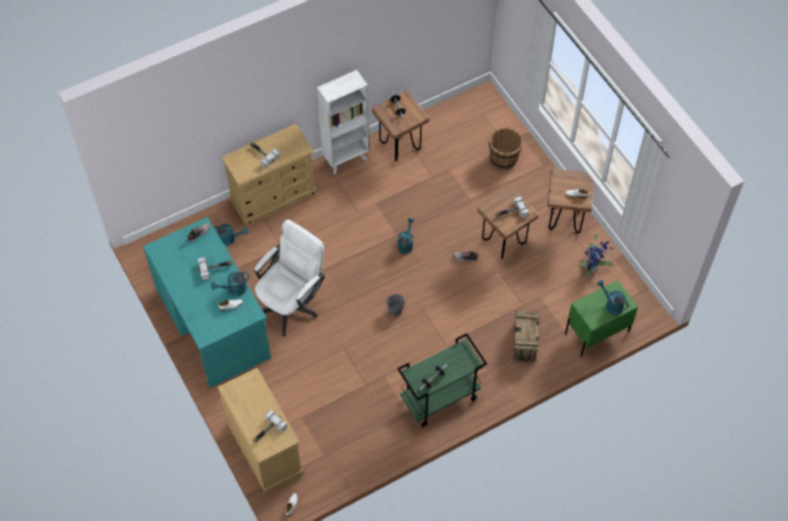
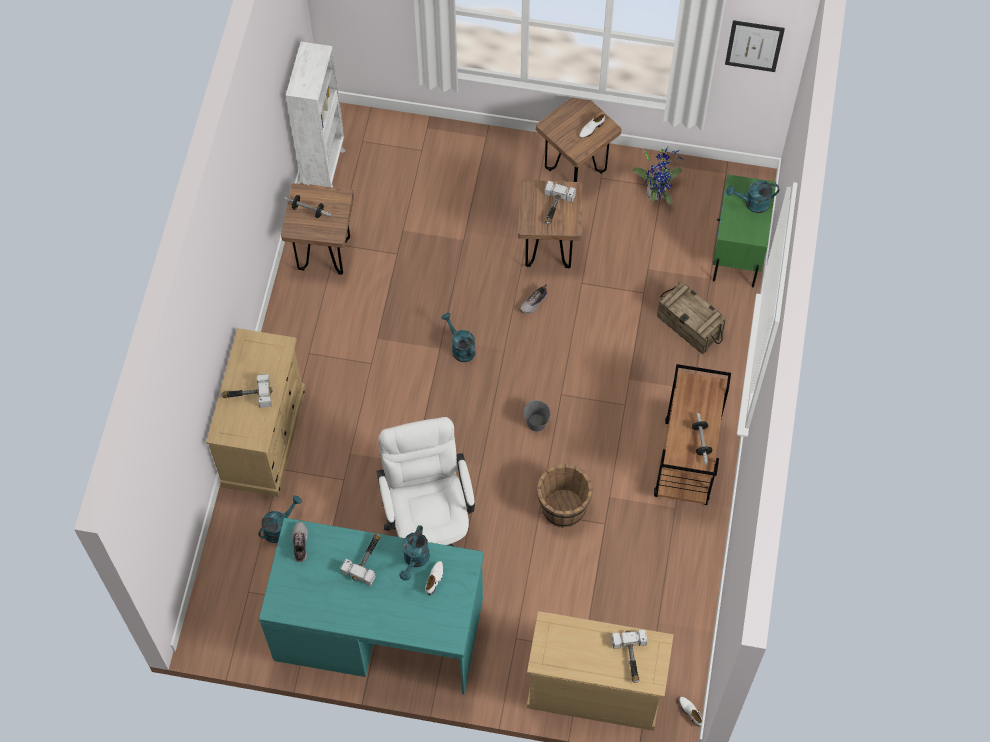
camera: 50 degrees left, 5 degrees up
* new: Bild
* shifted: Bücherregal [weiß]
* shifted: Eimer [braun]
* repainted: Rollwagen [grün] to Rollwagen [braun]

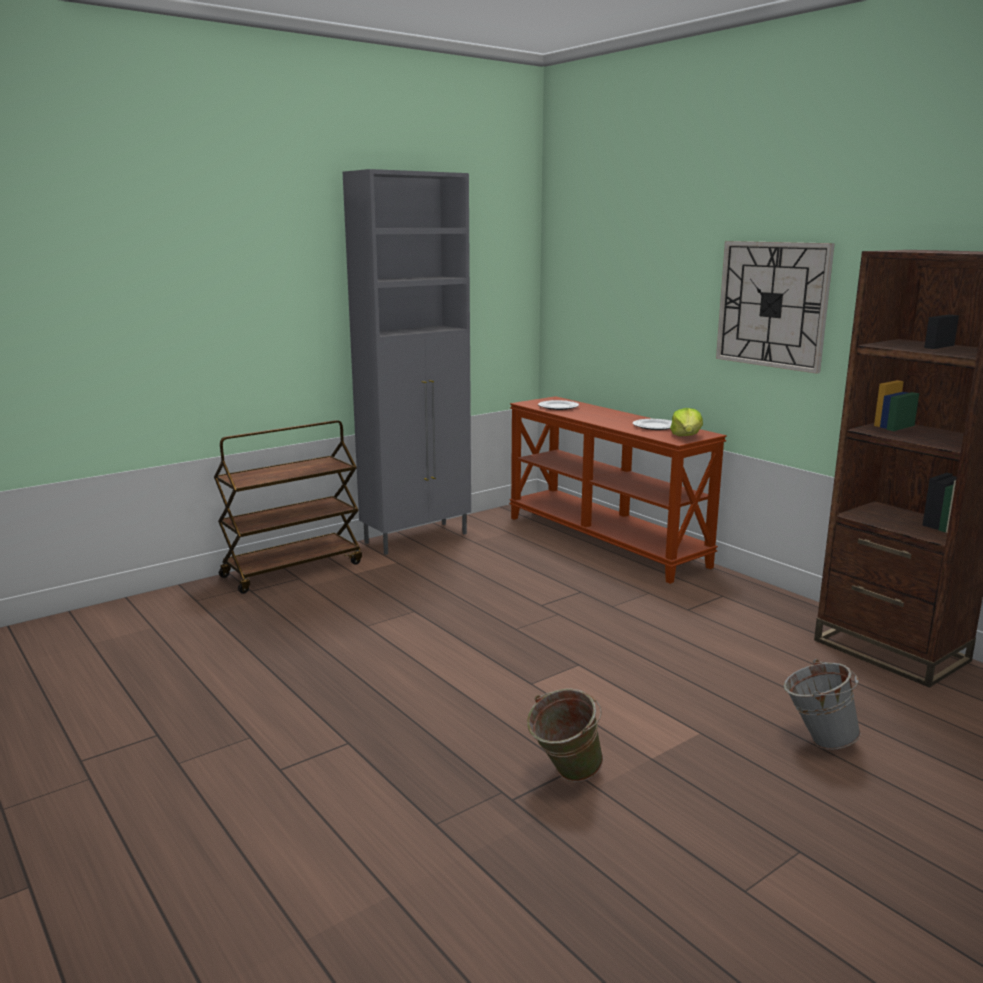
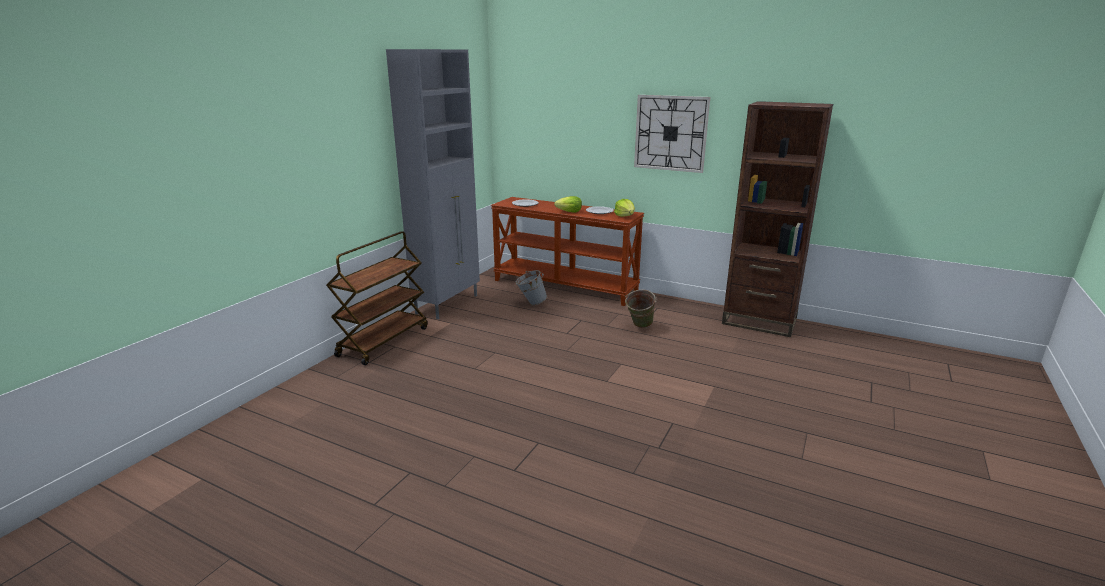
camera: 25 degrees left, 5 degrees up
* new: Salatkopf (no. 1 from left)
* shifted: Eimer [grün]
* shifted: Eimer [grau]

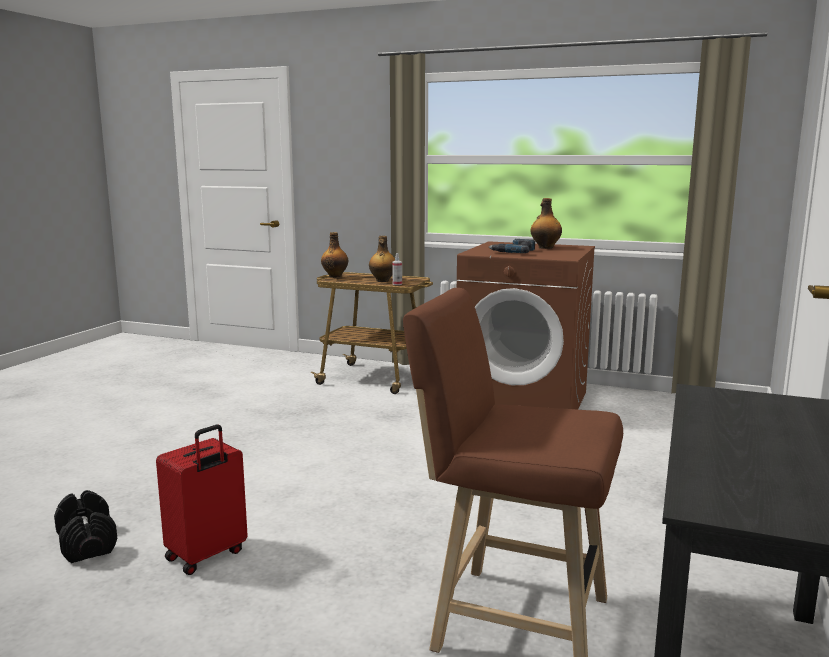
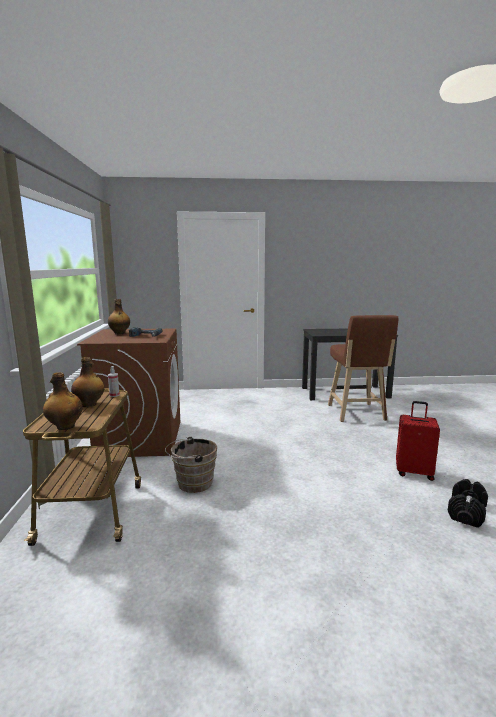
camera: 115 degrees left, 0 degrees up
* new: Eimer [braun]

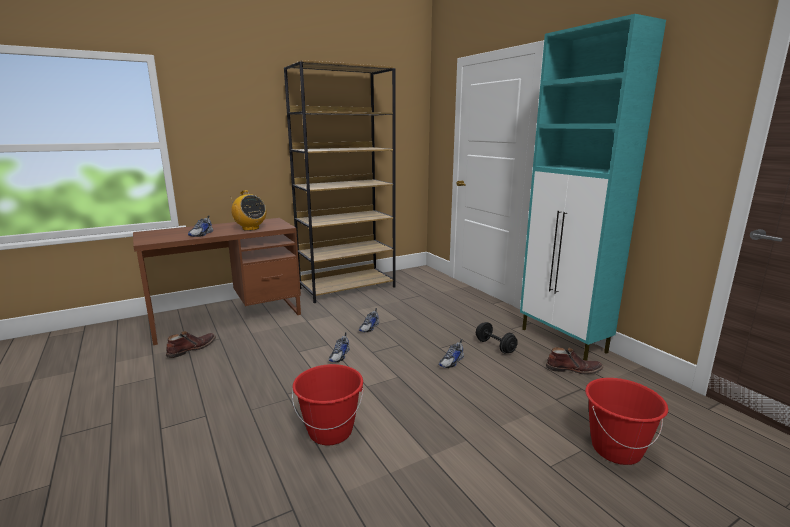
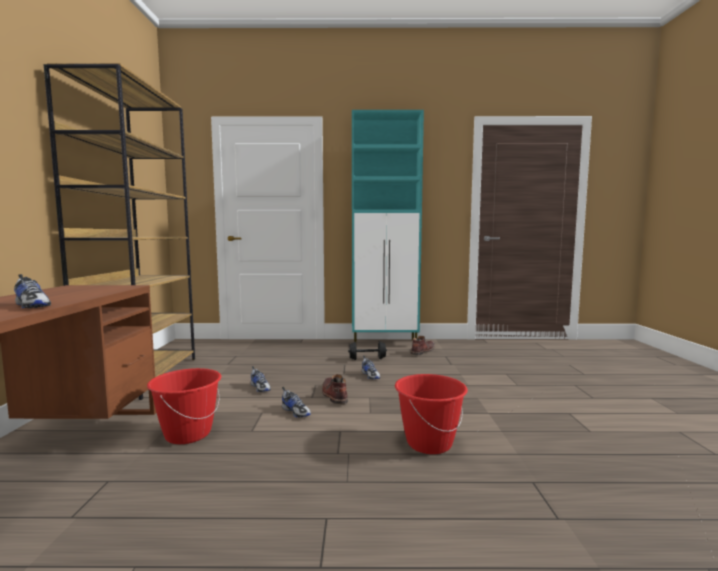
camera: 60 degrees left, 10 degrees down
* gone: Radio
* shifted: Stiefel [braun] (no. 1 from left)
* shifted: Eimer [rot] (no. 2 from left in the first image) to Eimer [rot] (no. 1 from left)

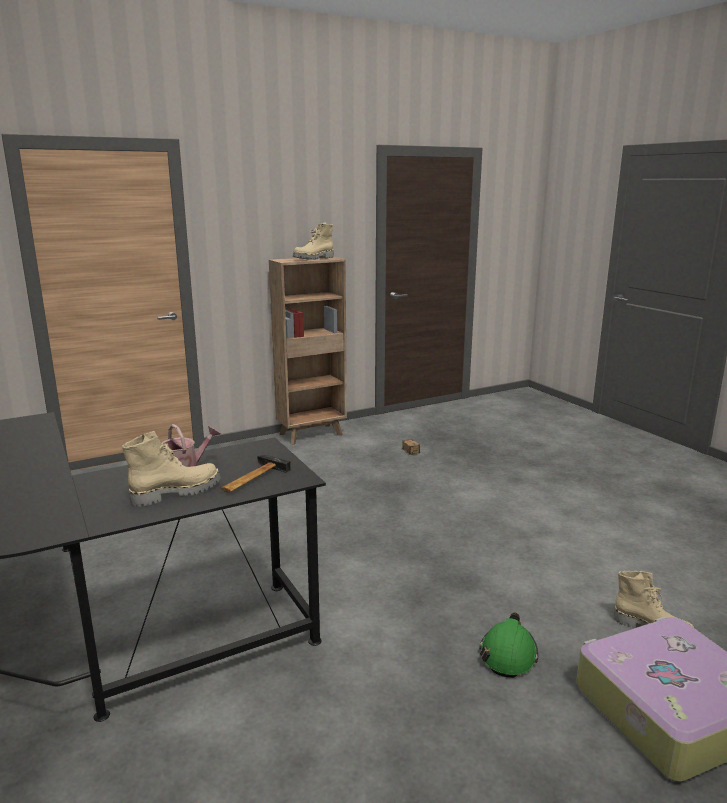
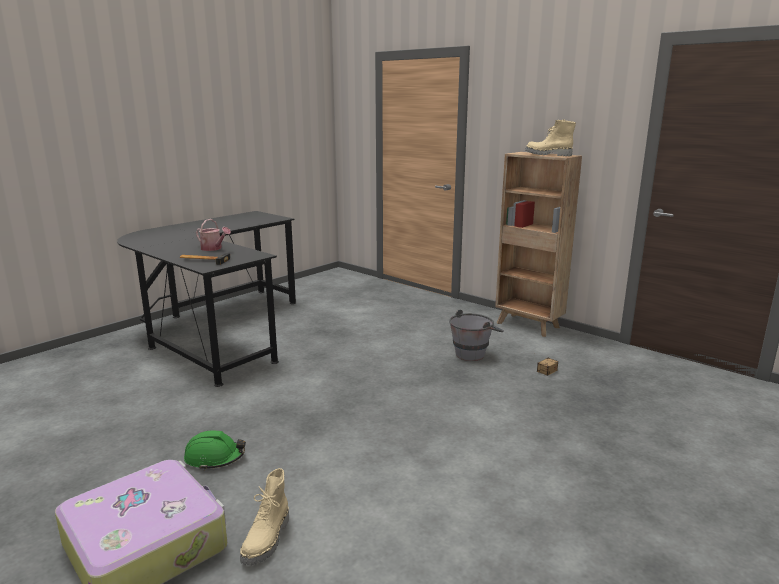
camera: 70 degrees right, 0 degrees up
* gone: Stiefel [beige] (no. 1 from left)
* new: Eimer [grau]

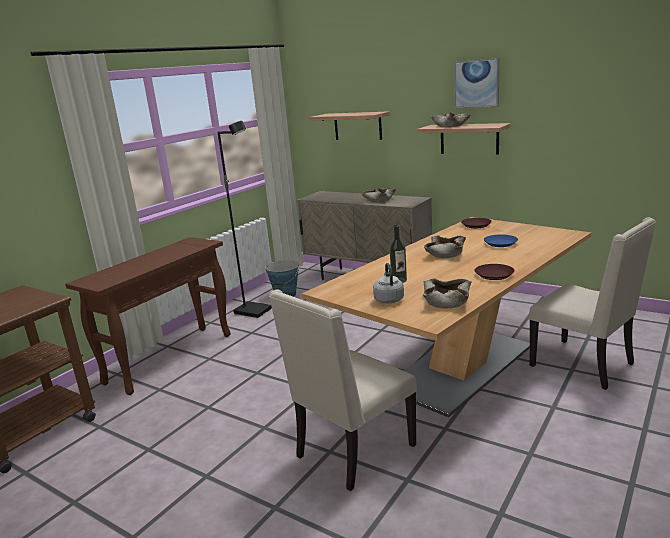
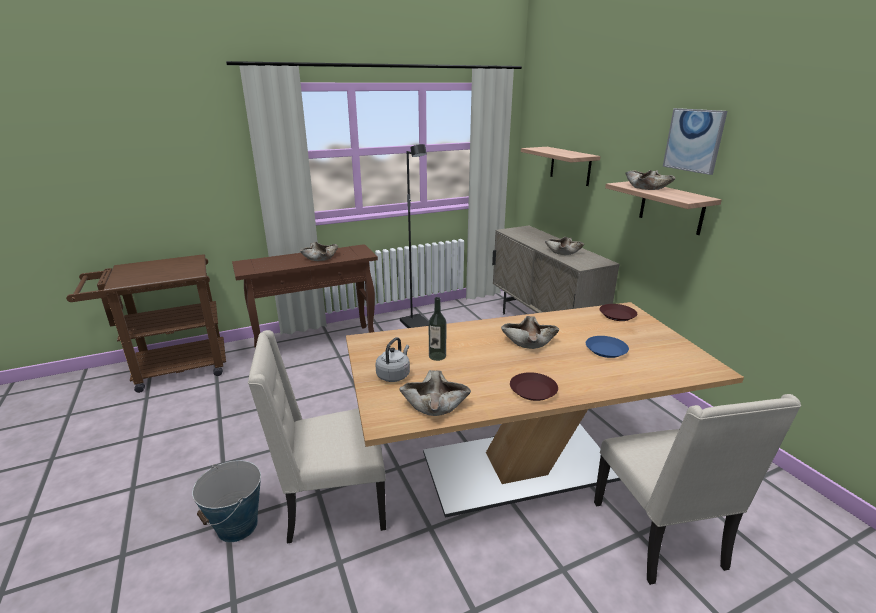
camera: 30 degrees right, 5 degrees up
* new: Schüssel [beige] (no. 1 from left)
* shifted: Eimer

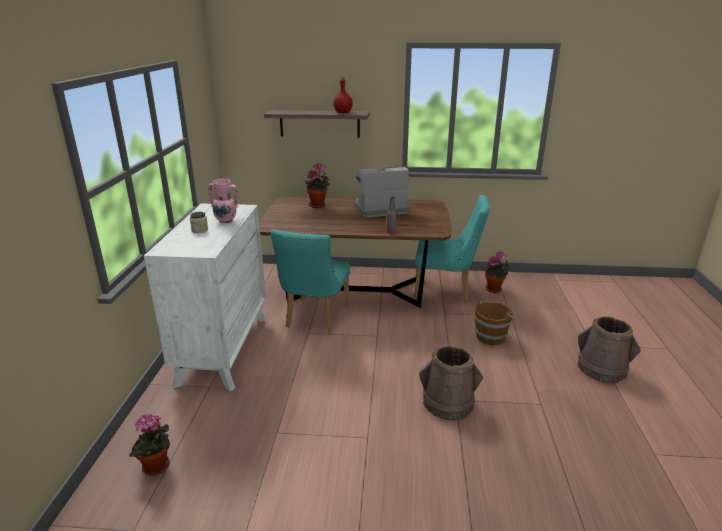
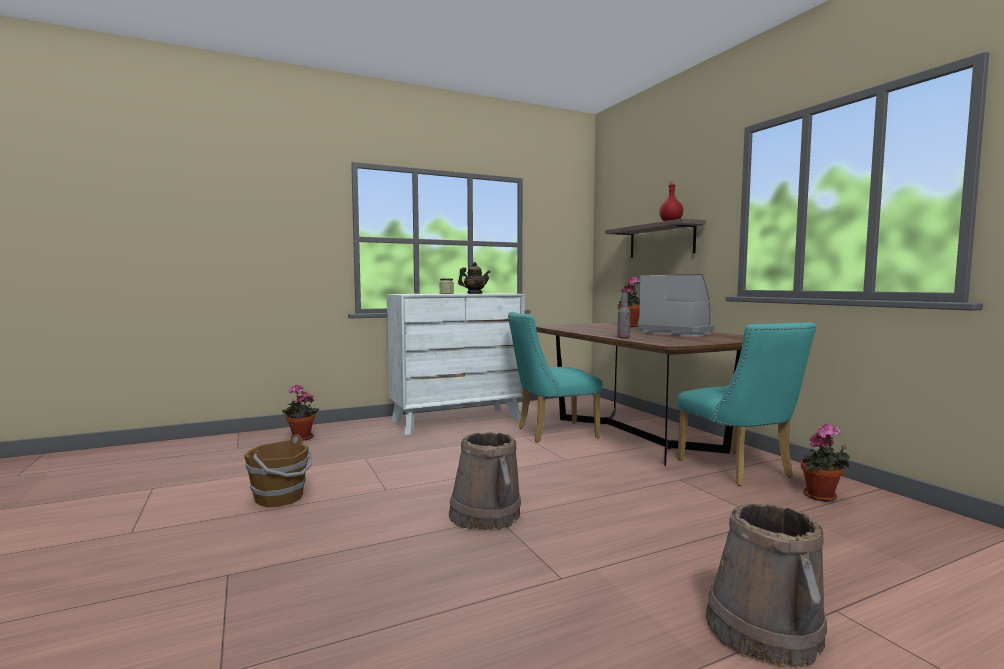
camera: 60 degrees right, 20 degrees down
* shifted: Eimer [braun] (no. 2 from left in the first image) to Eimer [braun] (no. 1 from left)
* swapped: Vase [rosa] to Teekanne

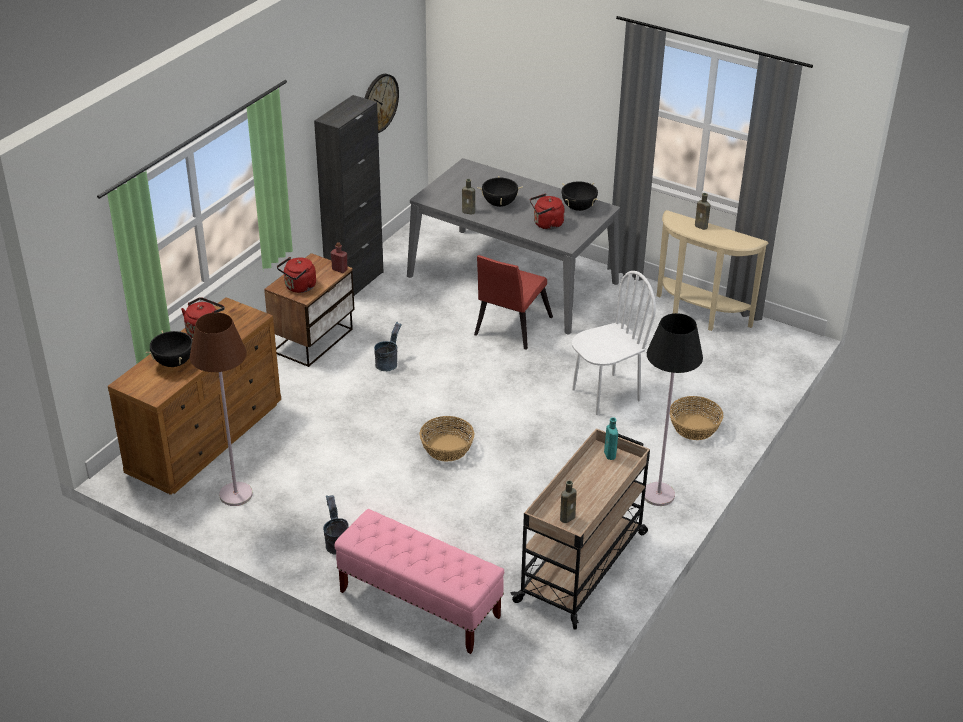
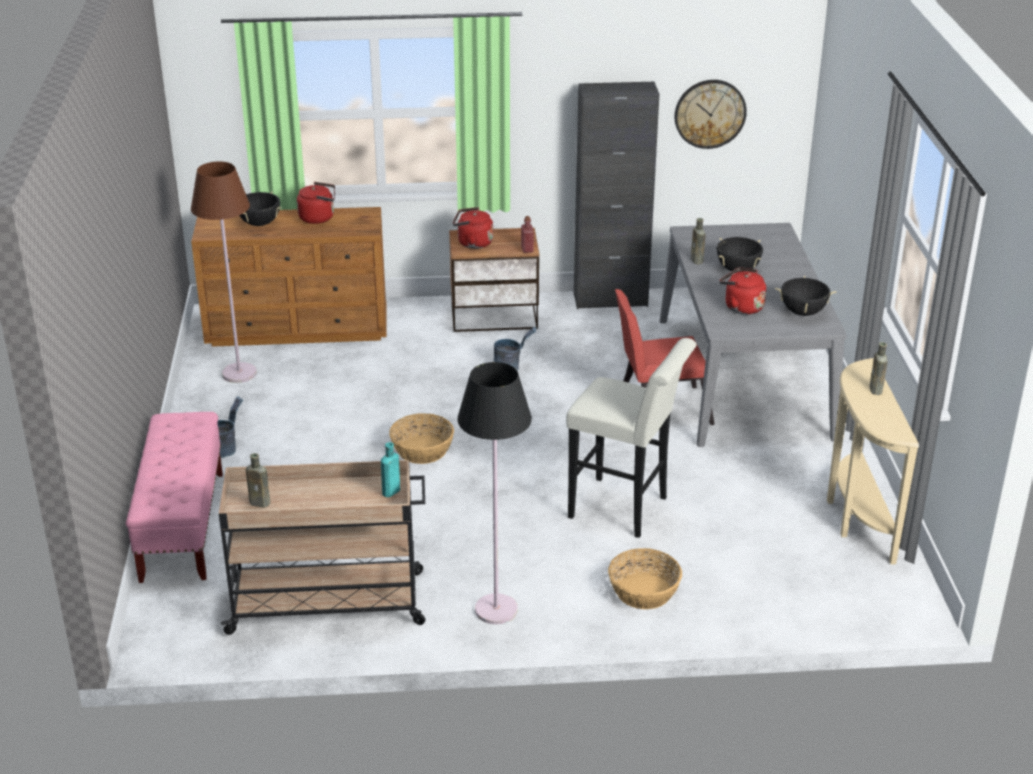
camera: 55 degrees right, 5 degrees down
* swapped: Stuhl [weiß] to Hocker [weiß]

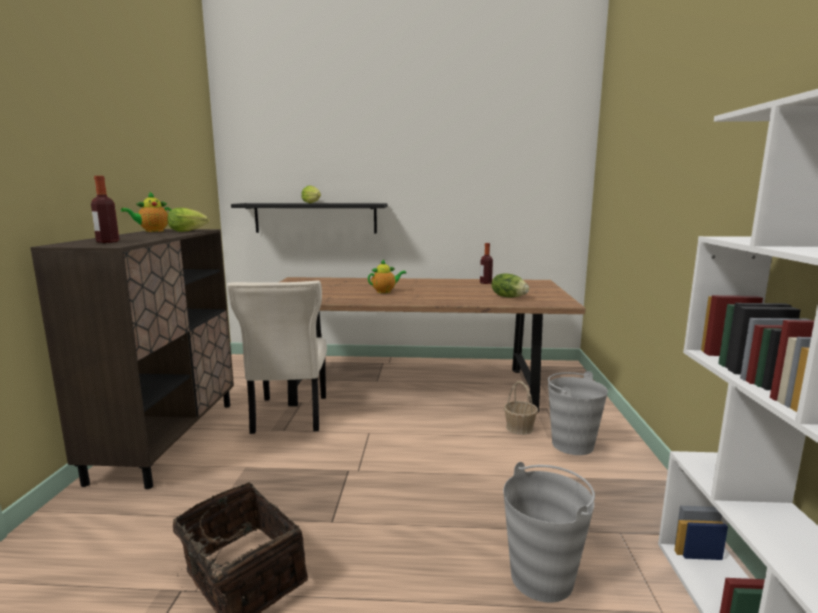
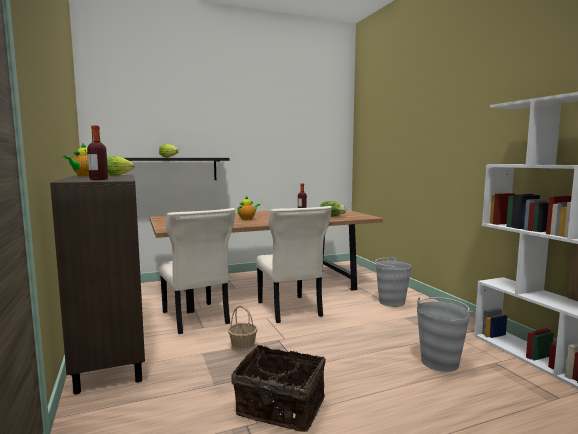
camera: 25 degrees left, 5 degrees down
* new: Stuhl [beige] (no. 2 from left)
* shifted: Korb (no. 2 from left in the first image) to Korb (no. 1 from left)

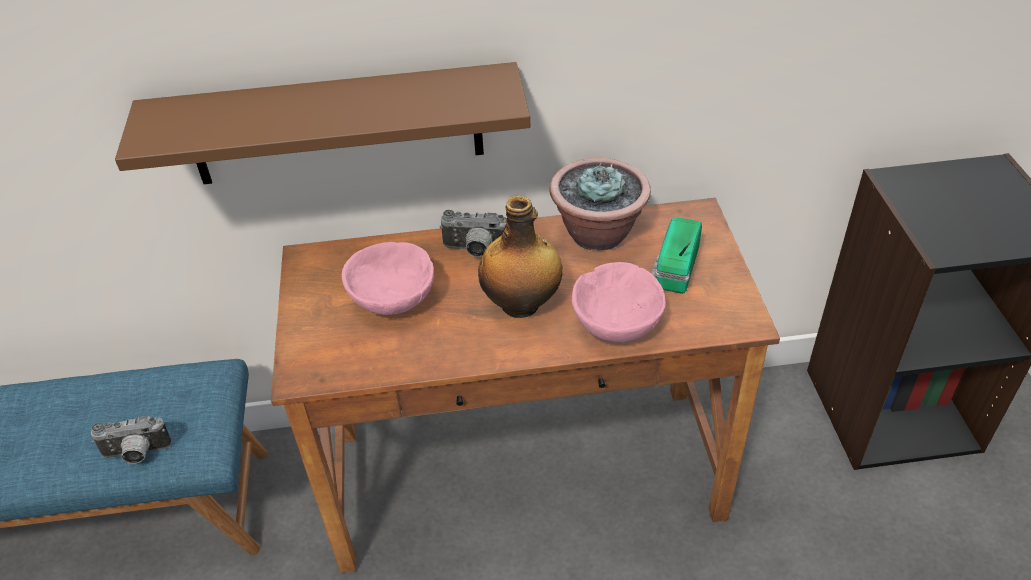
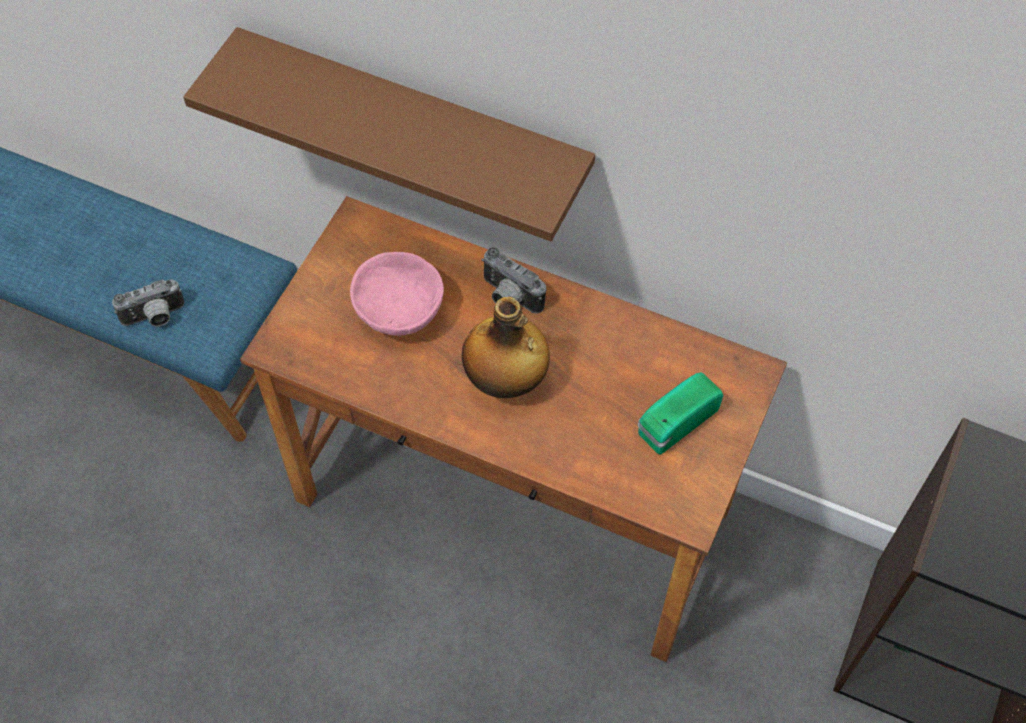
camera: 30 degrees right, 15 degrees up
* gone: Topfpflanze
* gone: Schüssel [rosa] (no. 2 from left)
* rotated: Kamera (no. 1 from left) 45 degrees counterclockwise

